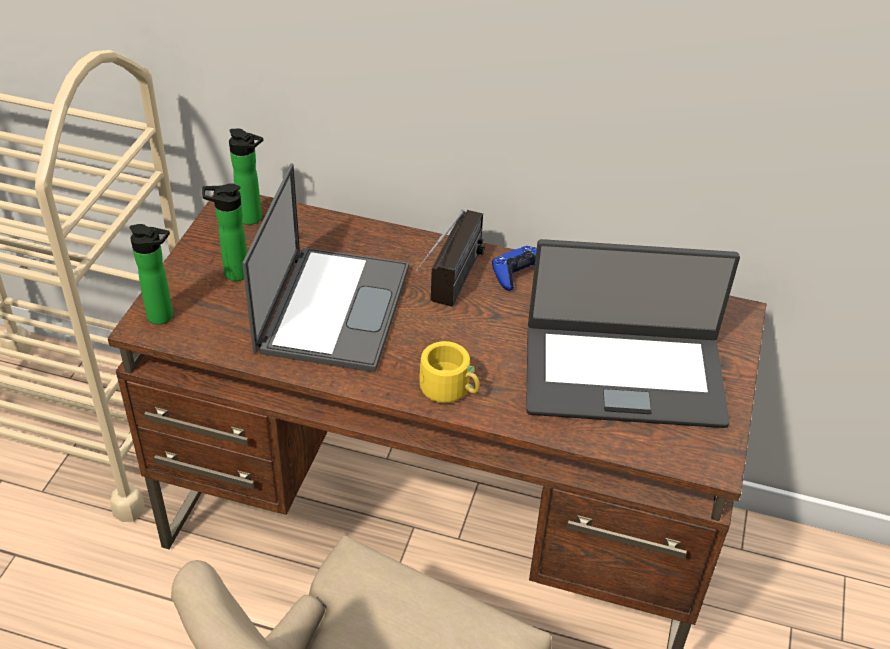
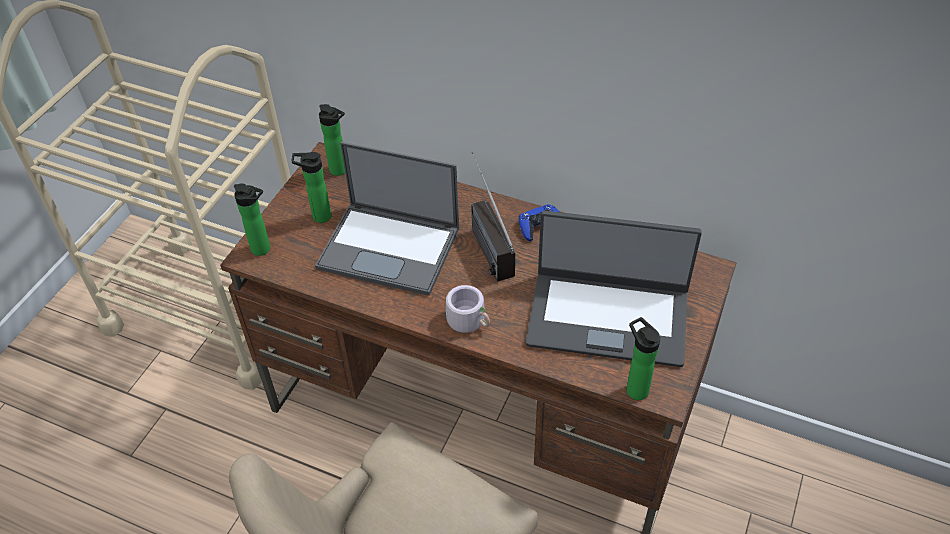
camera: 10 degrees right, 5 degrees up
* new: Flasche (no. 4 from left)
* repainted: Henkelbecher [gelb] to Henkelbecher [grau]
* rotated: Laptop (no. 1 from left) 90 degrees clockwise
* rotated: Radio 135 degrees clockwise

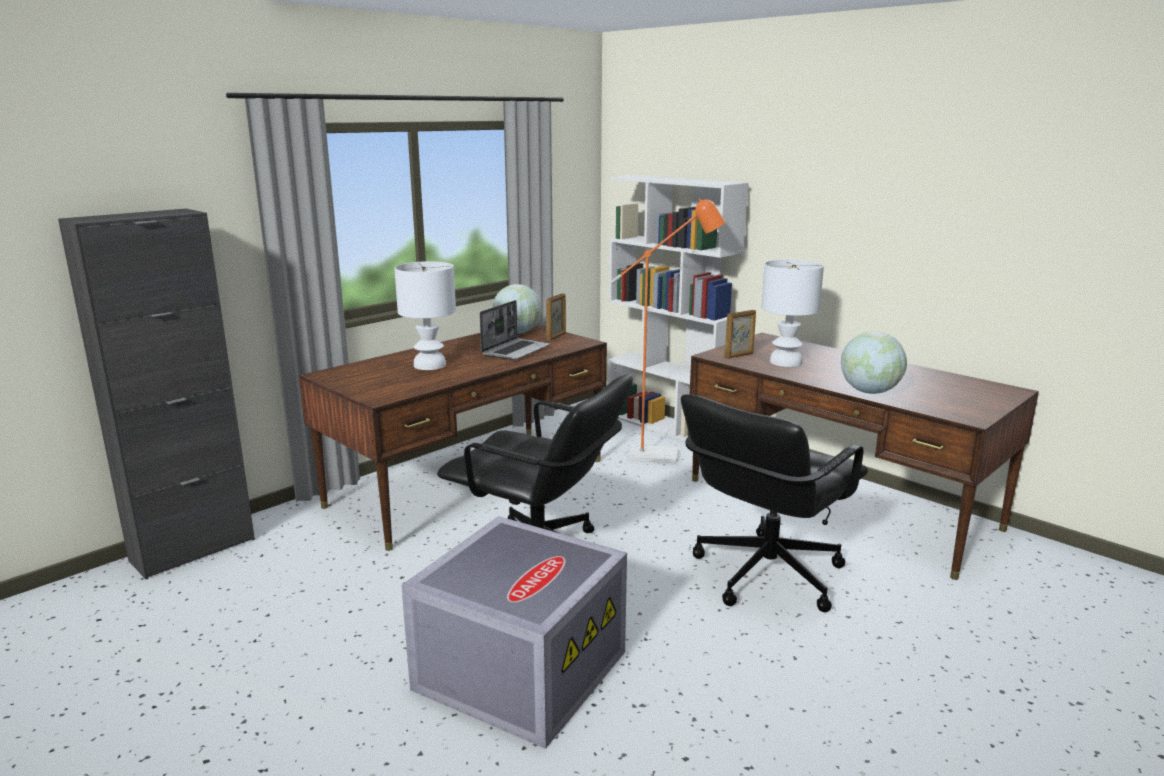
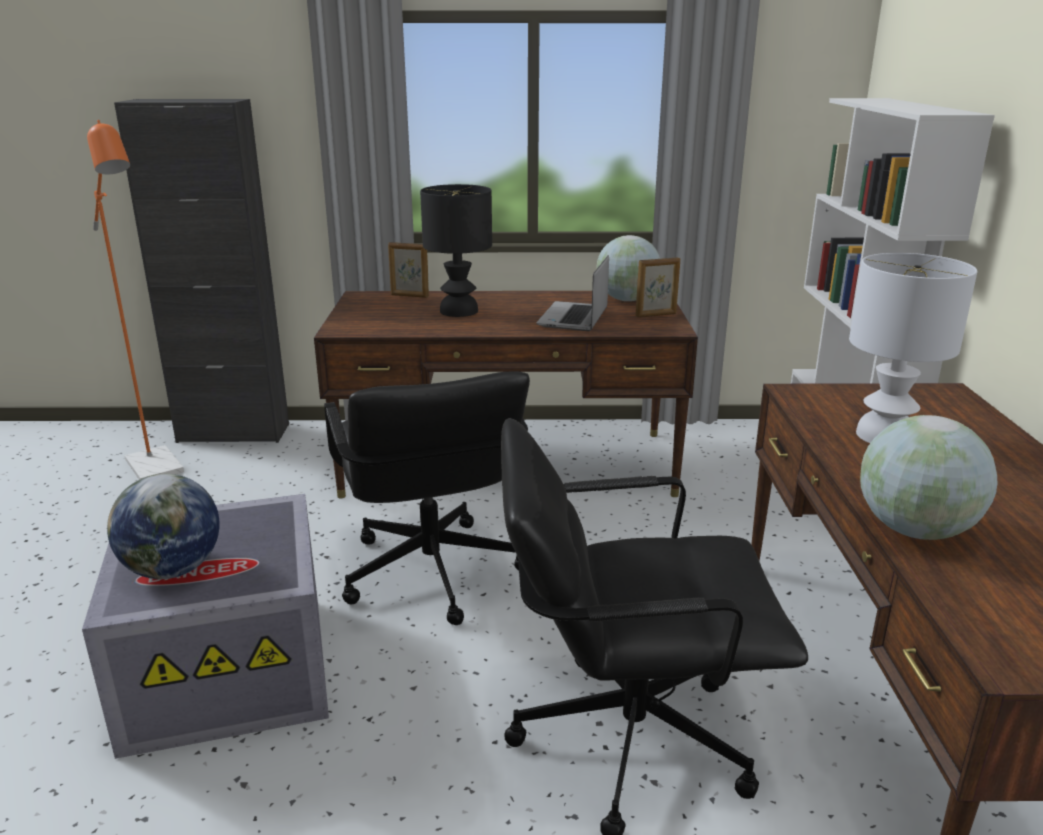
camera: 45 degrees right, 5 degrees up
* new: Globus (no. 1 from left)
* shifted: Stehlampe [orange]
* shifted: Bilderrahmen (no. 2 from left in the first image) to Bilderrahmen (no. 1 from left)
* repainted: Tischlampe [weiß] (no. 1 from left) to Tischlampe [schwarz]
* rotated: Laptop 120 degrees clockwise

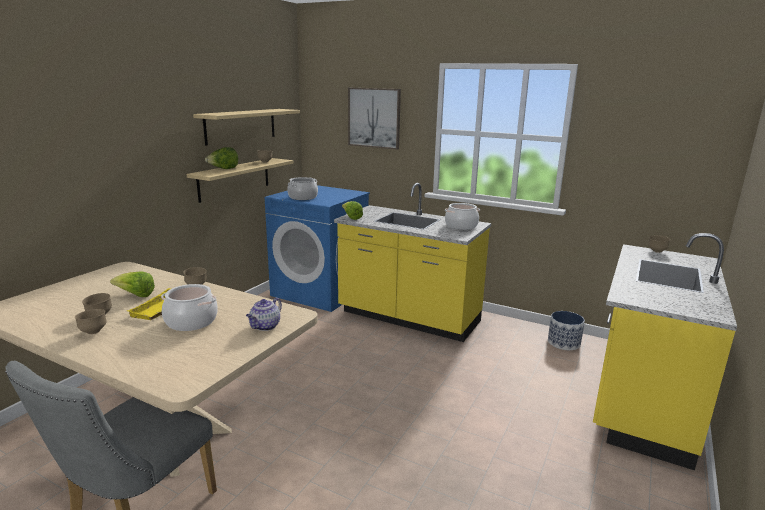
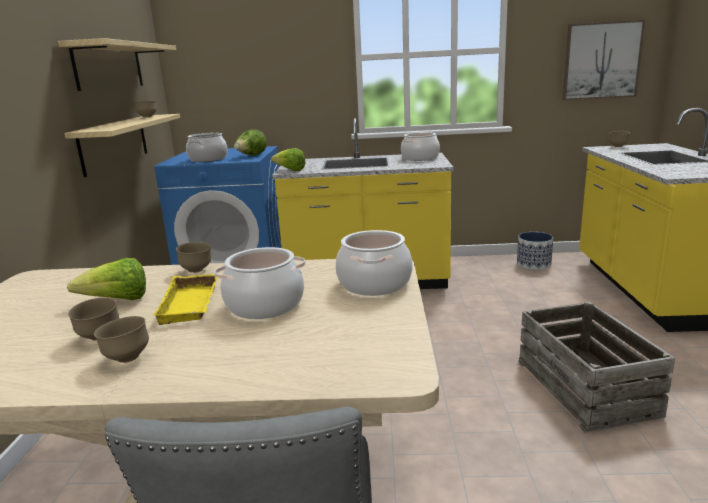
camera: 25 degrees left, 0 degrees up
* new: Kiste
* shifted: Salatkopf (no. 2 from left)
* shifted: Bild
* swapped: Teekanne to Kochtopf (no. 3 from left)

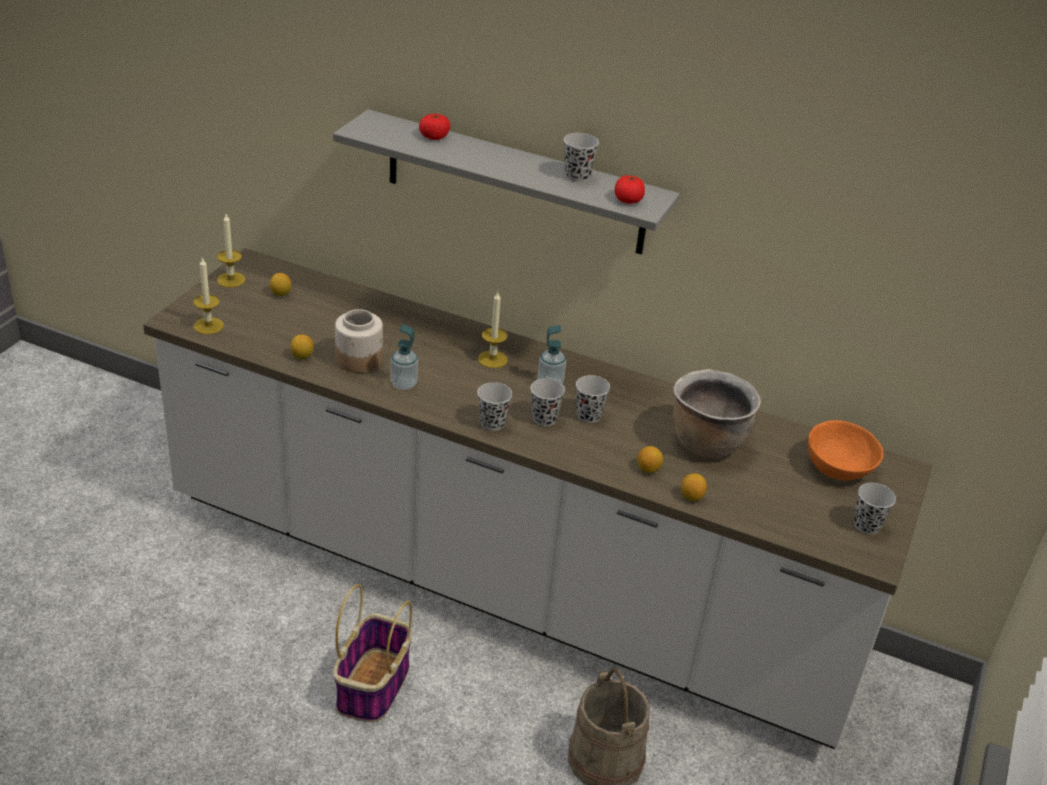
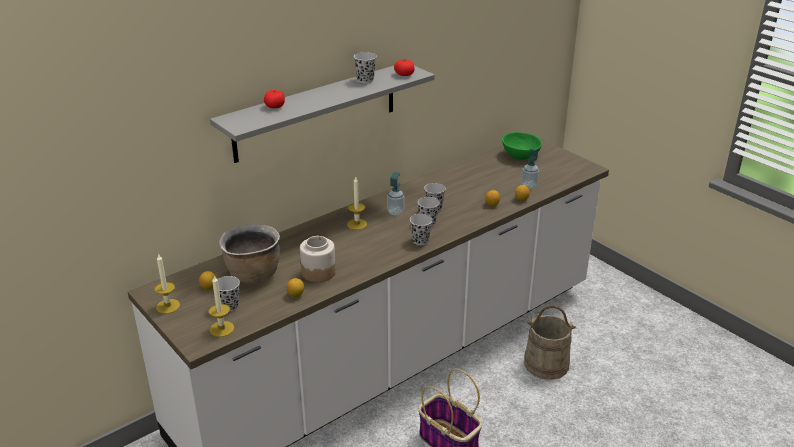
camera: 60 degrees left, 5 degrees down
* shifted: Seifenspender (no. 1 from left in the first image) to Seifenspender (no. 2 from left)
* shifted: Kochtopf [braun]
* shifted: Tasse [schwarz] (no. 5 from left in the first image) to Tasse [schwarz] (no. 1 from left)
* repainted: Schüssel [orange] to Schüssel [grün]

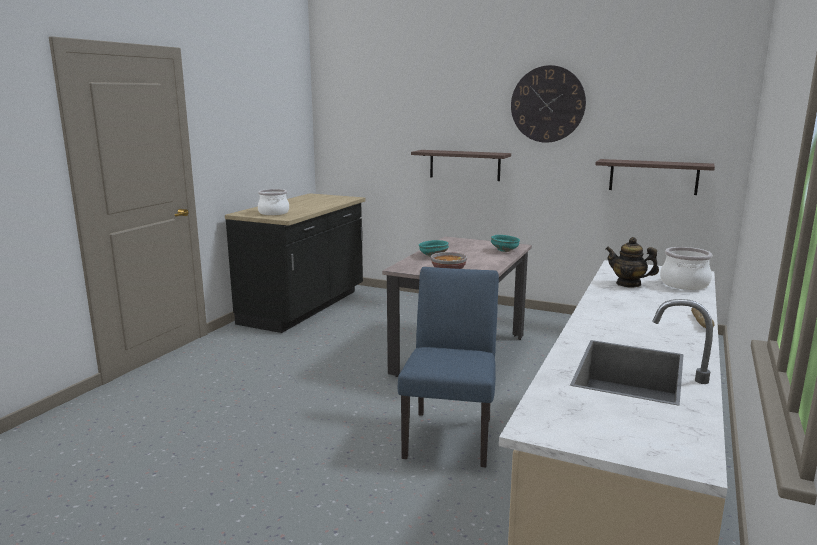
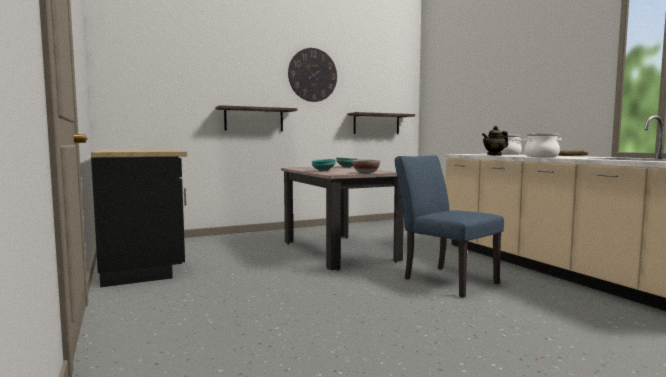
camera: 50 degrees left, 10 degrees down
* shifted: Kochtopf (no. 1 from left in the first image) to Kochtopf (no. 2 from left)

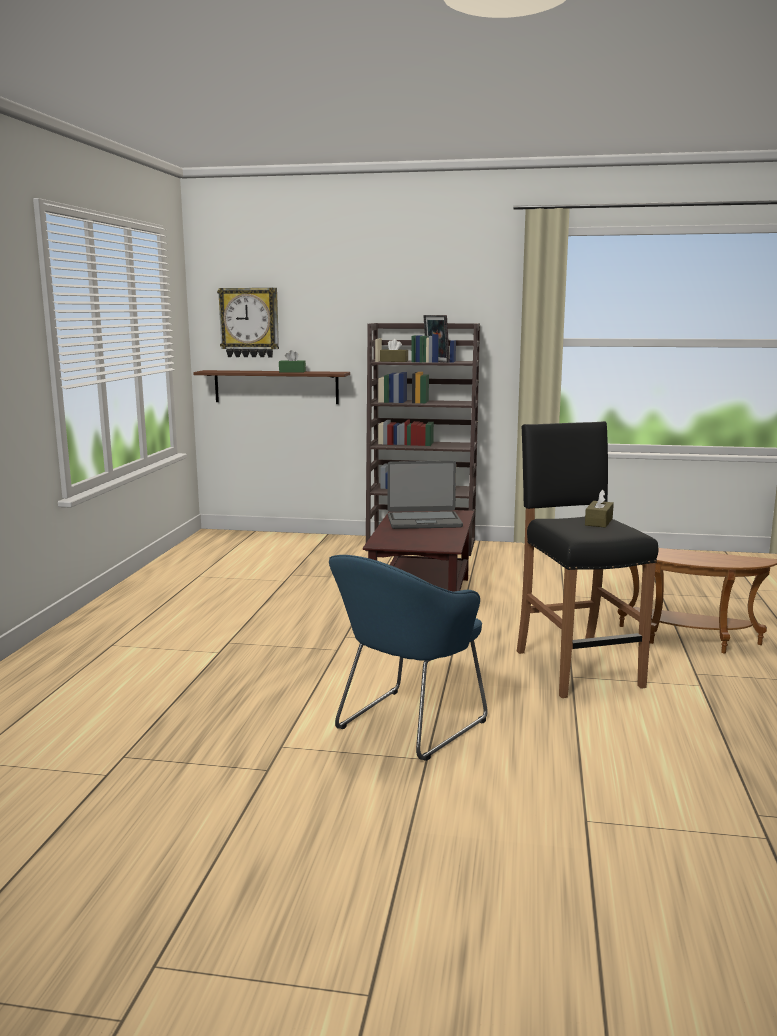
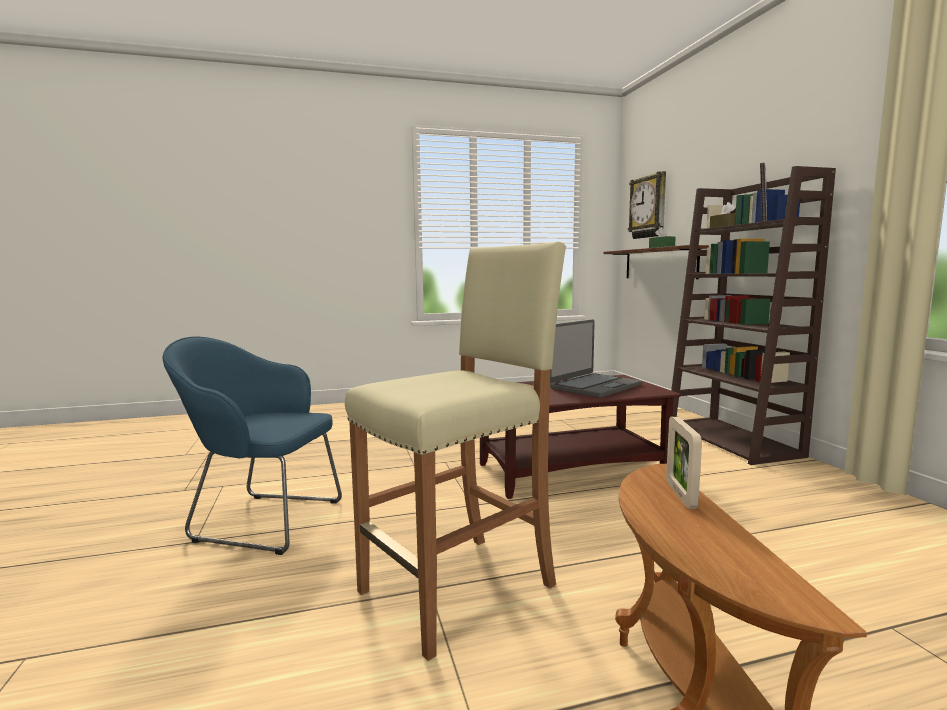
camera: 65 degrees right, 5 degrees down
* gone: Taschentuchbox [braun] (no. 2 from left)
* new: Bilderrahmen (no. 1 from left)
* repainted: Hocker [schwarz] to Hocker [beige]
* rotated: Laptop 105 degrees counterclockwise

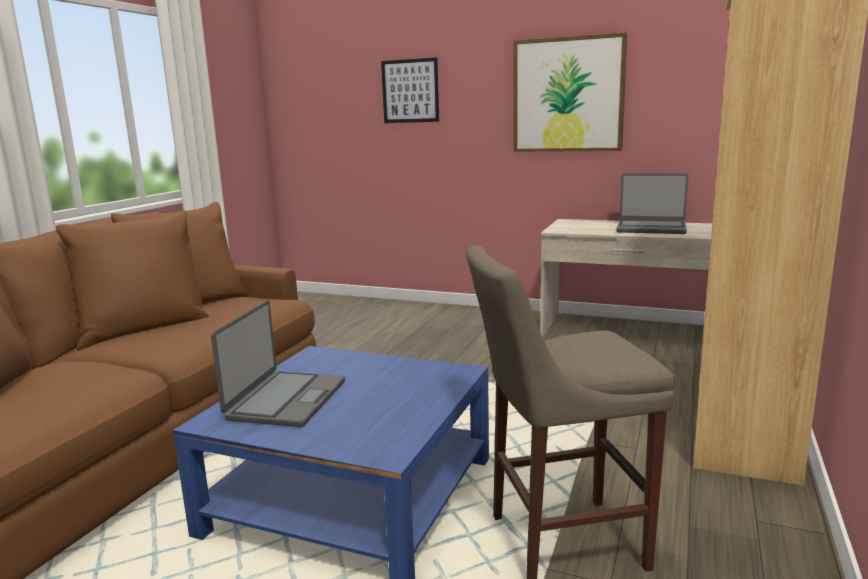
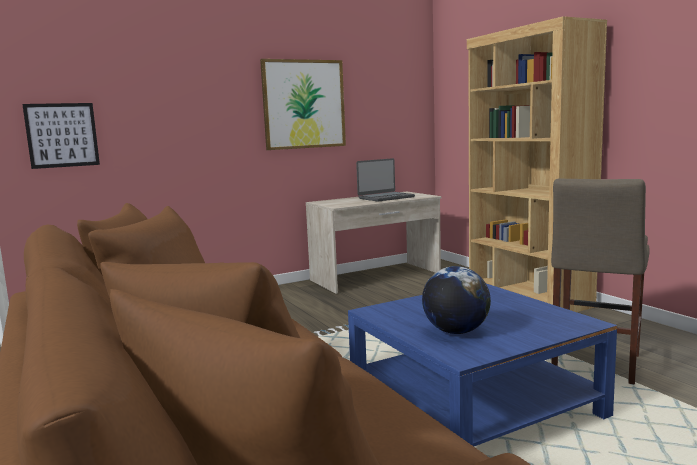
camera: 50 degrees left, 5 degrees down
* shifted: Bild (no. 1 from left)
* swapped: Laptop (no. 1 from left) to Globus

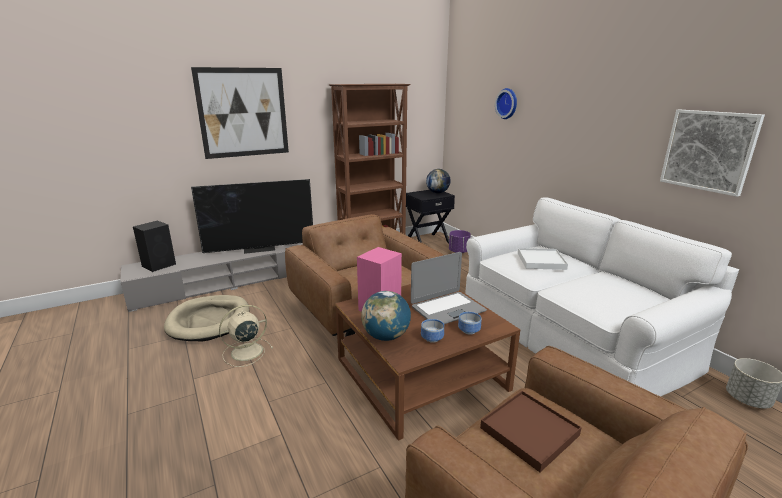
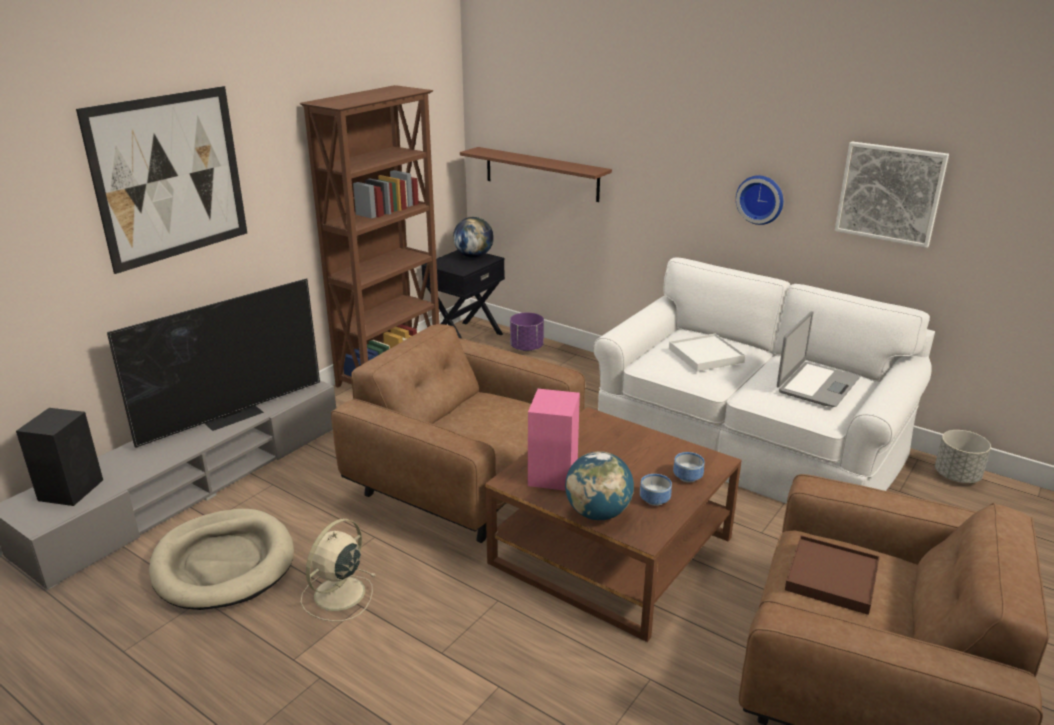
camera: 25 degrees left, 5 degrees up
* new: Wandregal [braun]
* shifted: Laptop
* shifted: Wanduhr

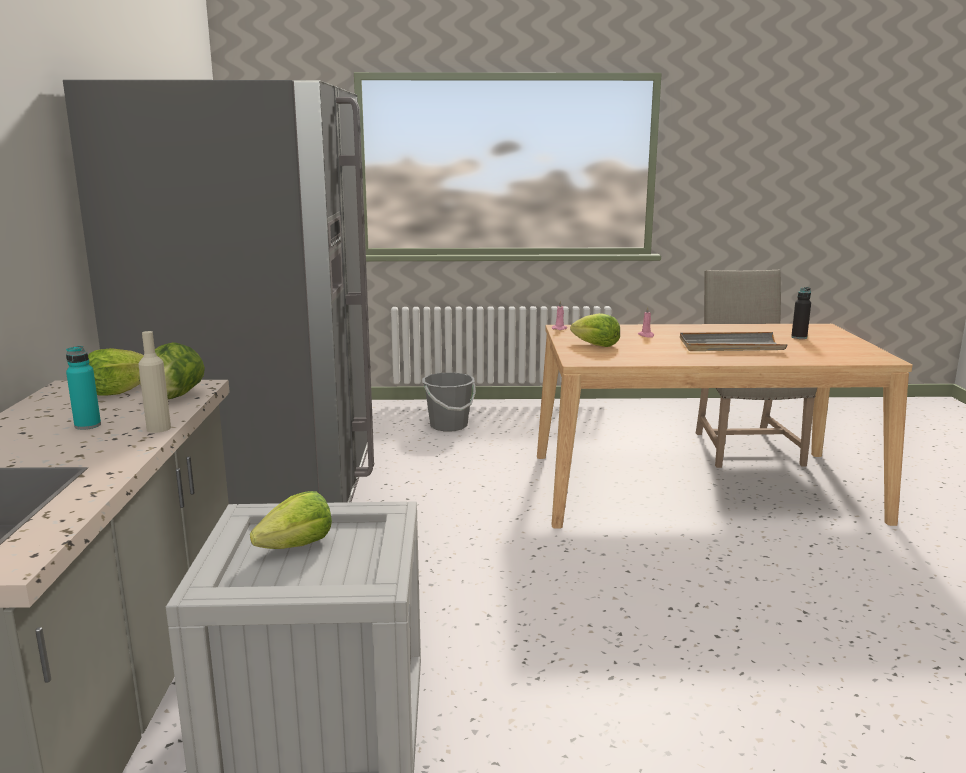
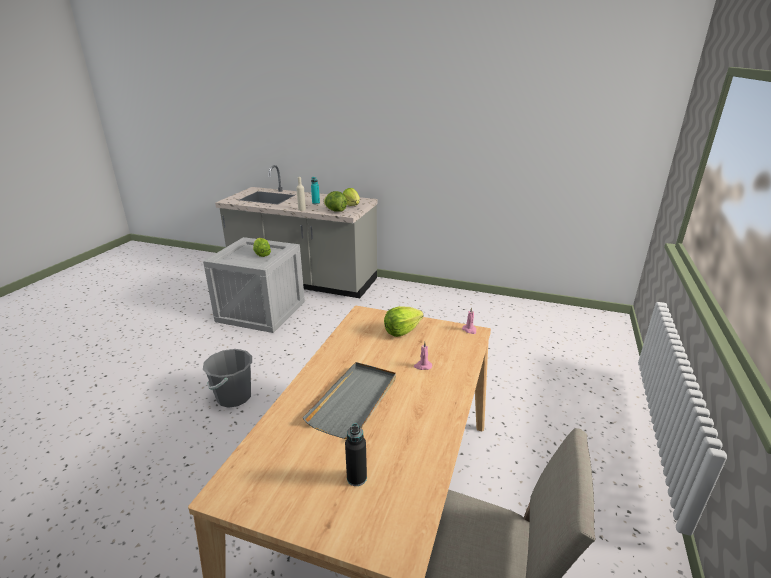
camera: 110 degrees right, 10 degrees up
* gone: Kühlschrank [grau]
* shifted: Eimer [grau]

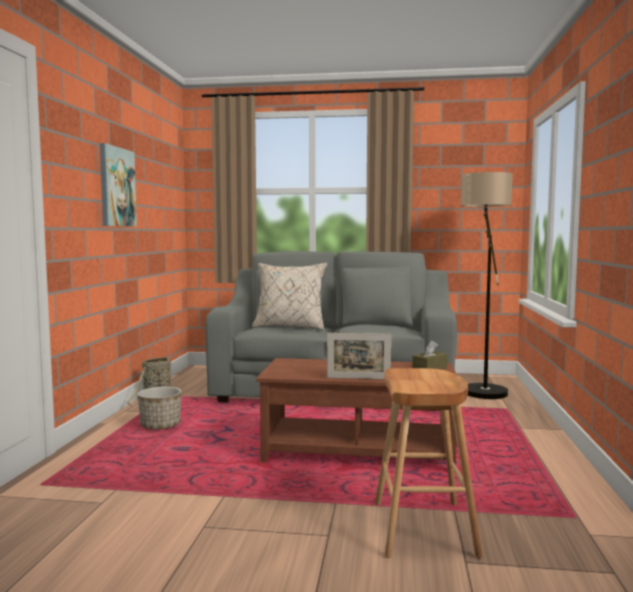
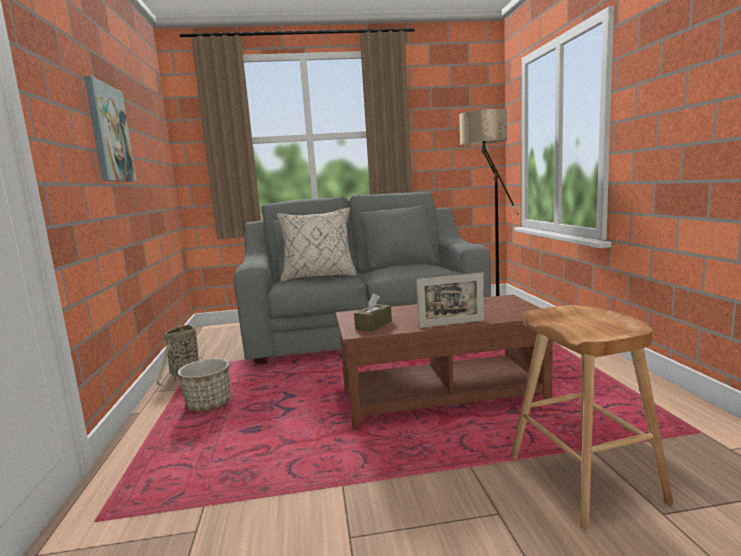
camera: 15 degrees left, 5 degrees up
* shifted: Taschentuchbox [braun]

